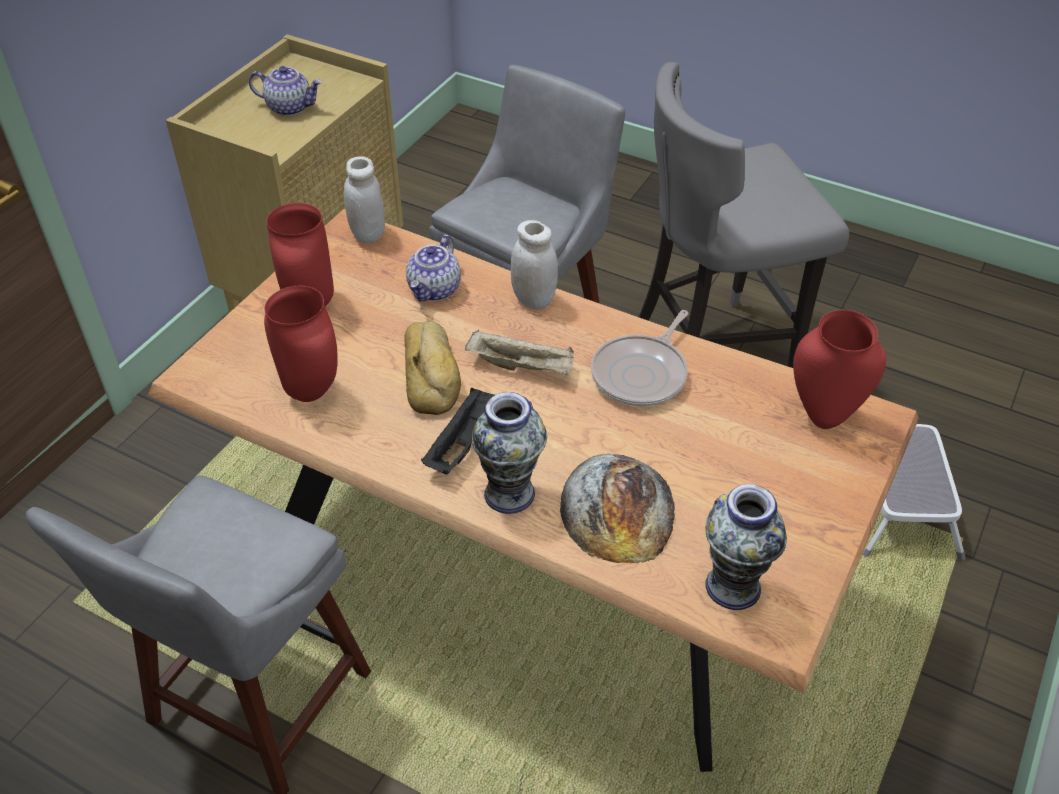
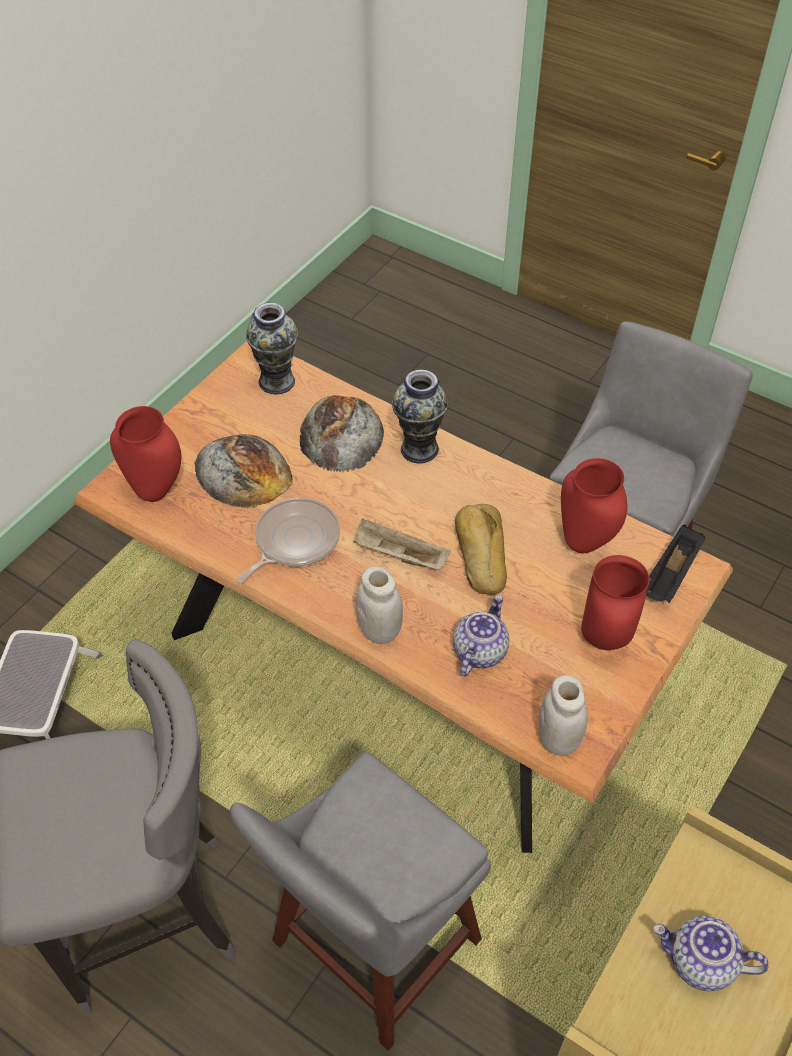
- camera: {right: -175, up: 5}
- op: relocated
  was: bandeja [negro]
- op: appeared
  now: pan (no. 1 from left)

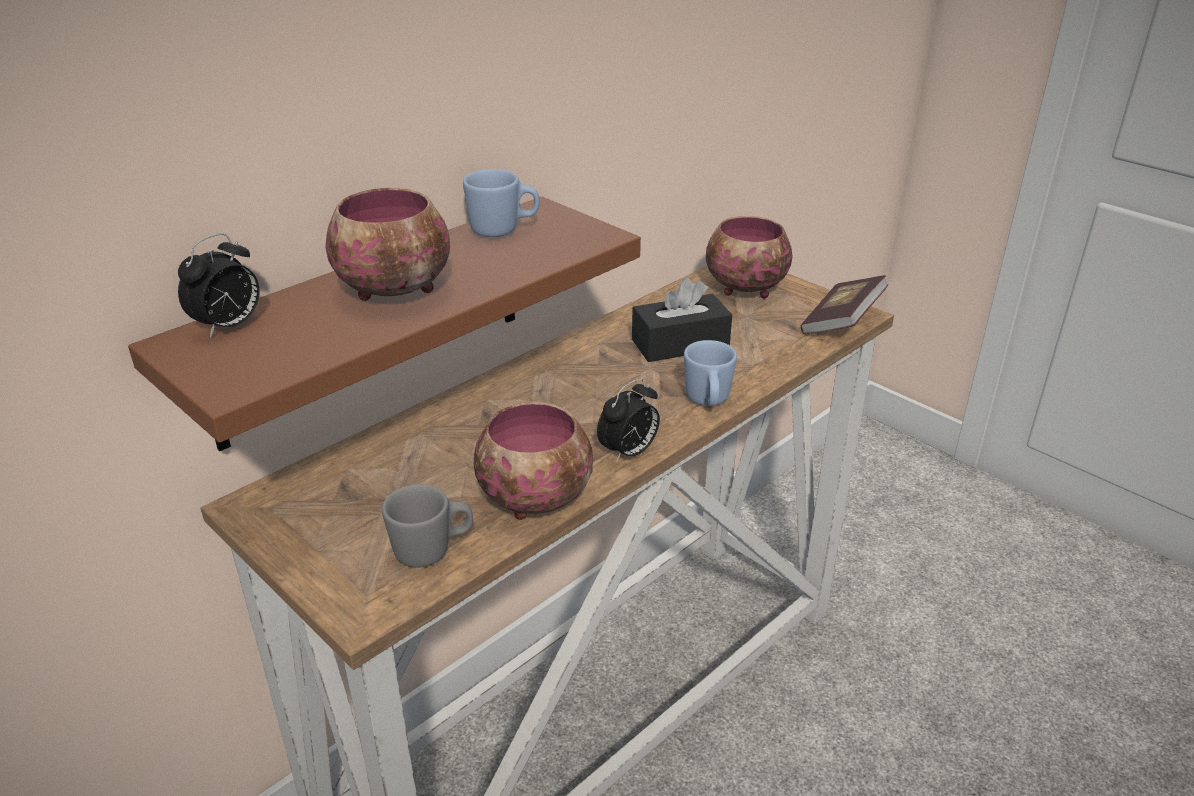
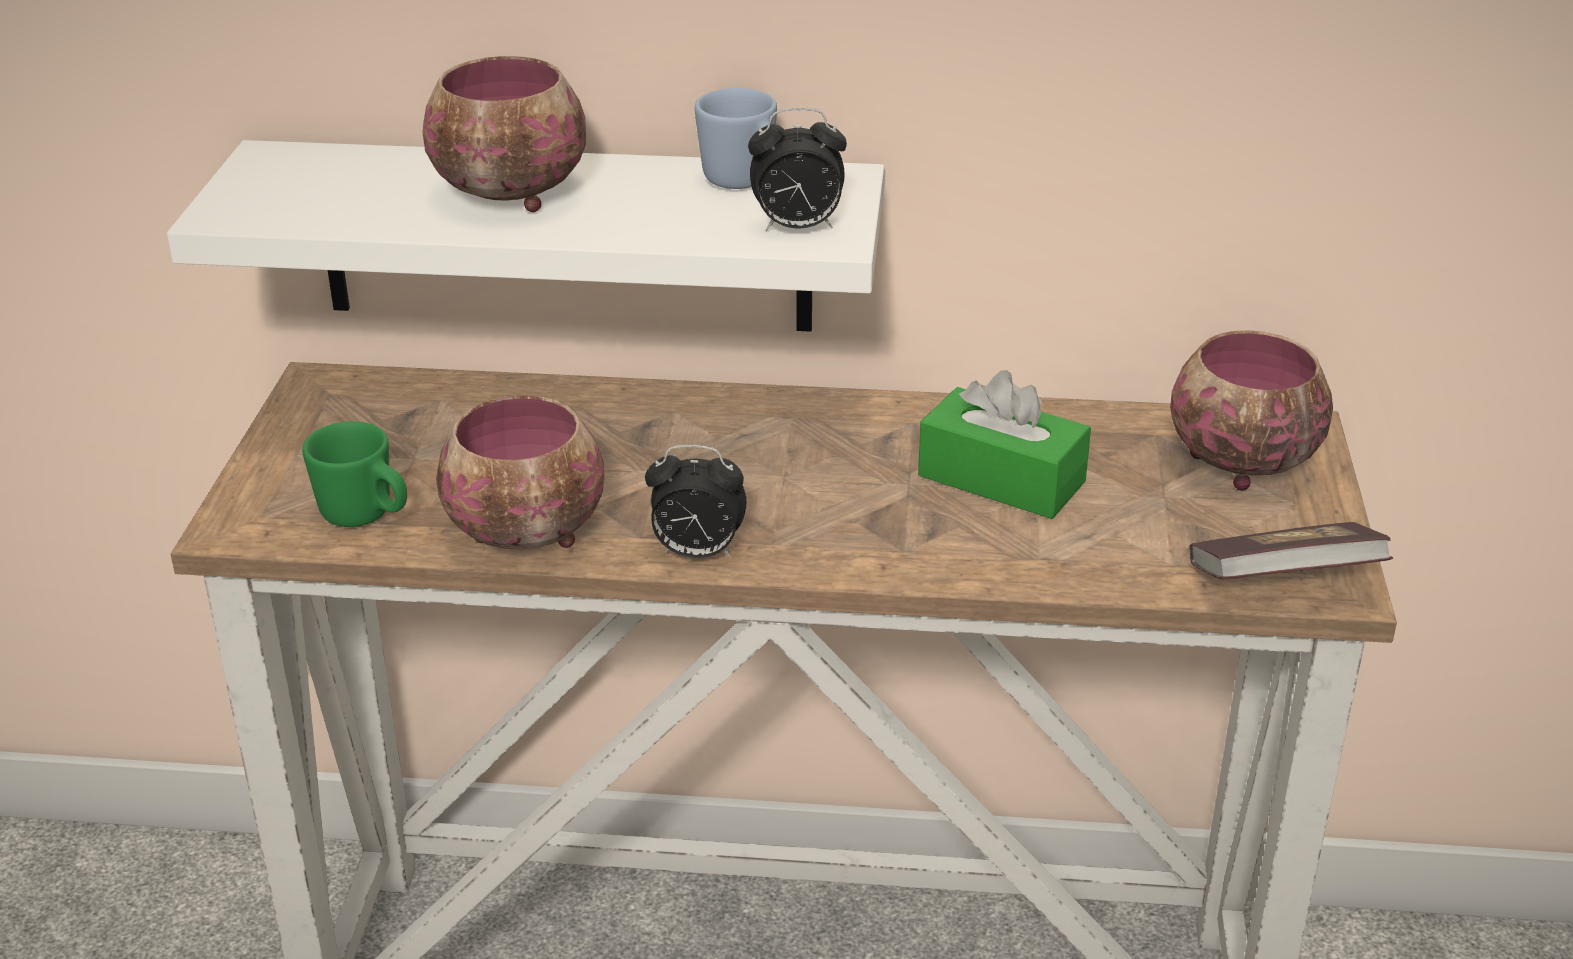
- camera: {right: 50, up: 0}
- op: colour
  was: estante [marrón]
  now: estante [blanco]
- op: relocated
  was: despertador (no. 1 from left in the first image)
  now: despertador (no. 2 from left)
- op: colour
  was: taza grande [gris]
  now: taza grande [verde]
- op: colour
  was: caja de pañuelos [negro]
  now: caja de pañuelos [verde]
- op: missing
  was: taza grande [azul] (no. 2 from left)

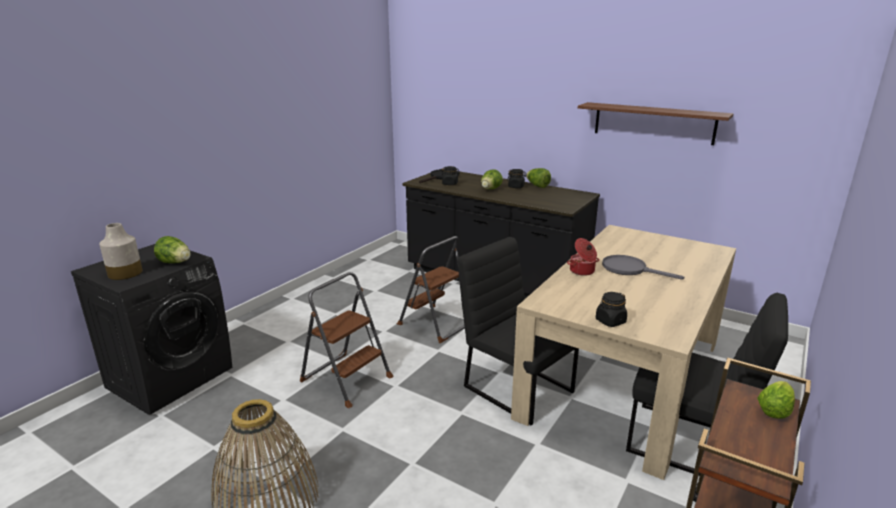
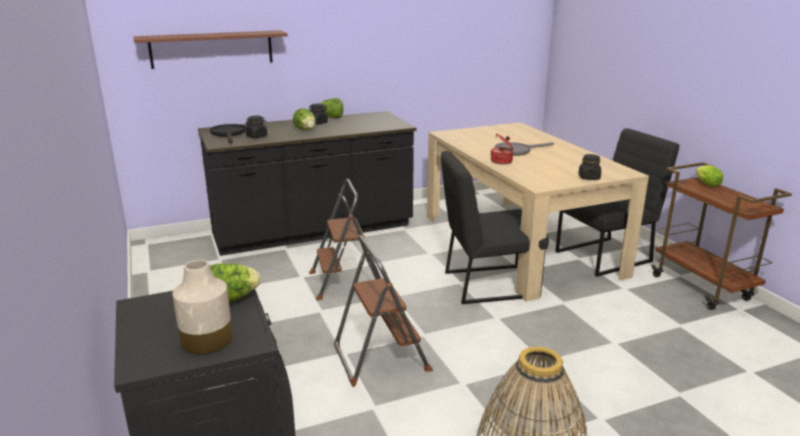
- camera: {right: -55, up: 0}
- op: relocated
  was: estante [marrón]

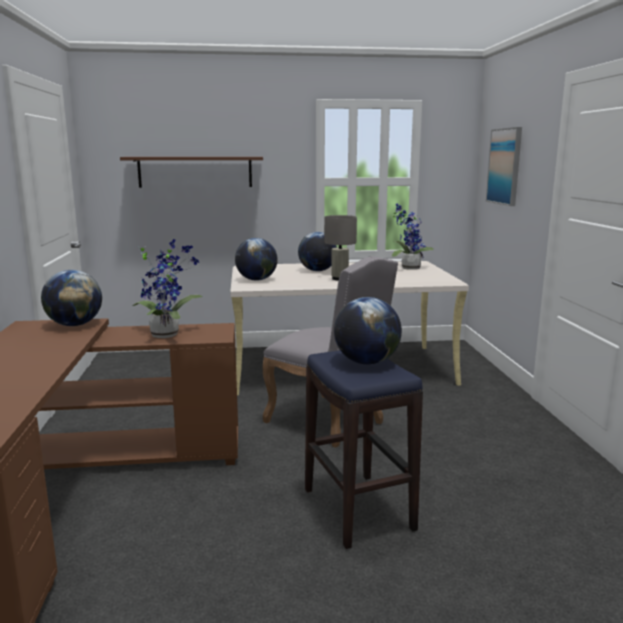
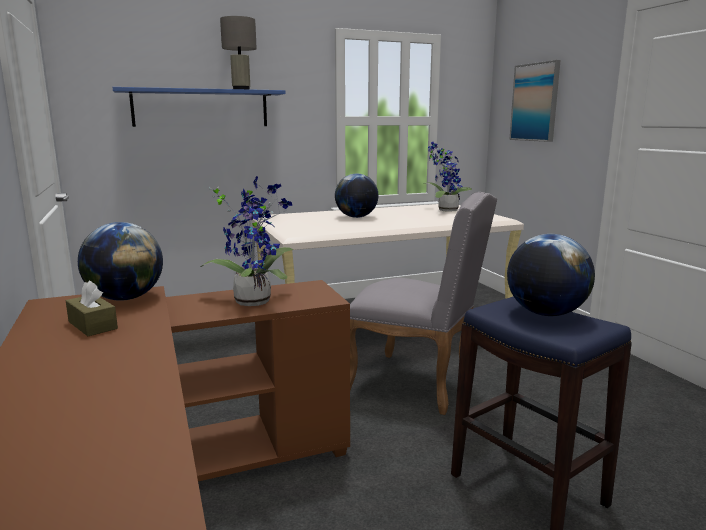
- camera: {right: -15, up: 0}
- op: colour
  was: estante [marrón]
  now: estante [azul]
- op: missing
  was: globo terráqueo (no. 2 from left)
- op: relocated
  was: lámpara de mesa [gris]
- op: appeared
  now: caja de pañuelos [marrón]

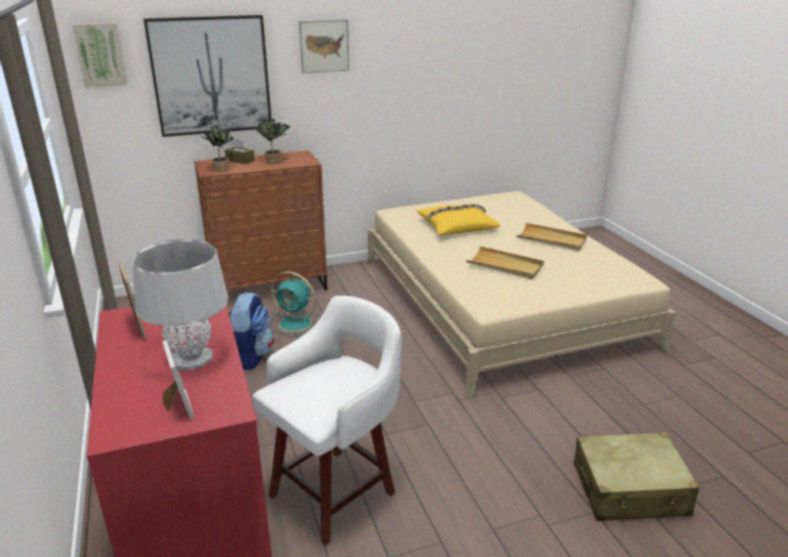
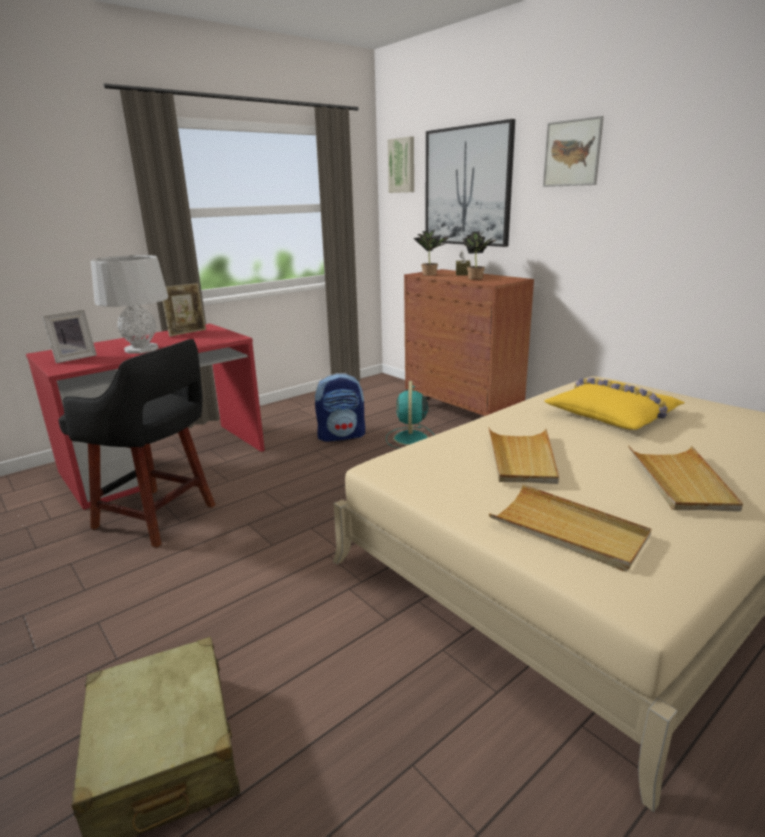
- camera: {right: 70, up: -5}
- op: colour
  was: taburete [blanco]
  now: taburete [negro]
- op: appeared
  now: bandeja [beis] (no. 2 from left)

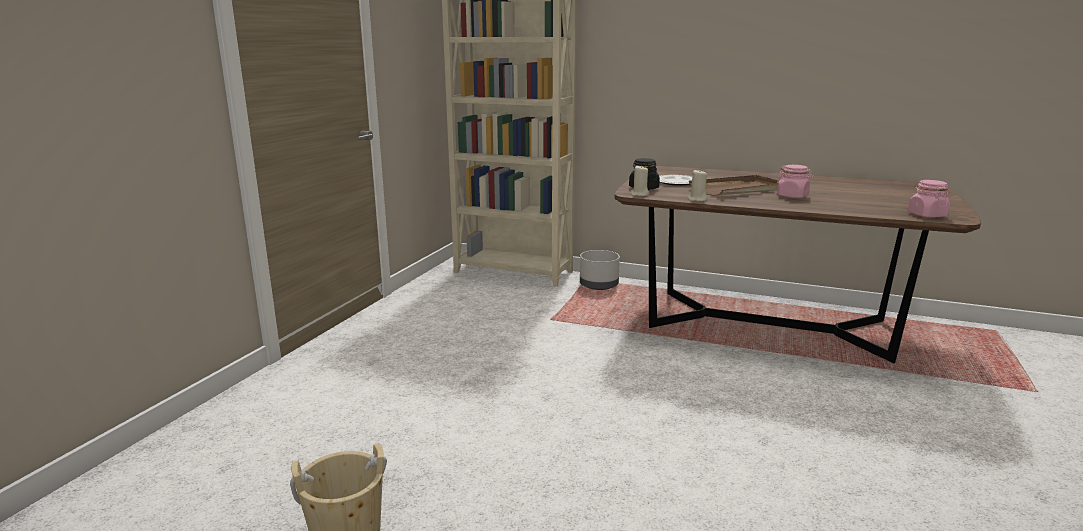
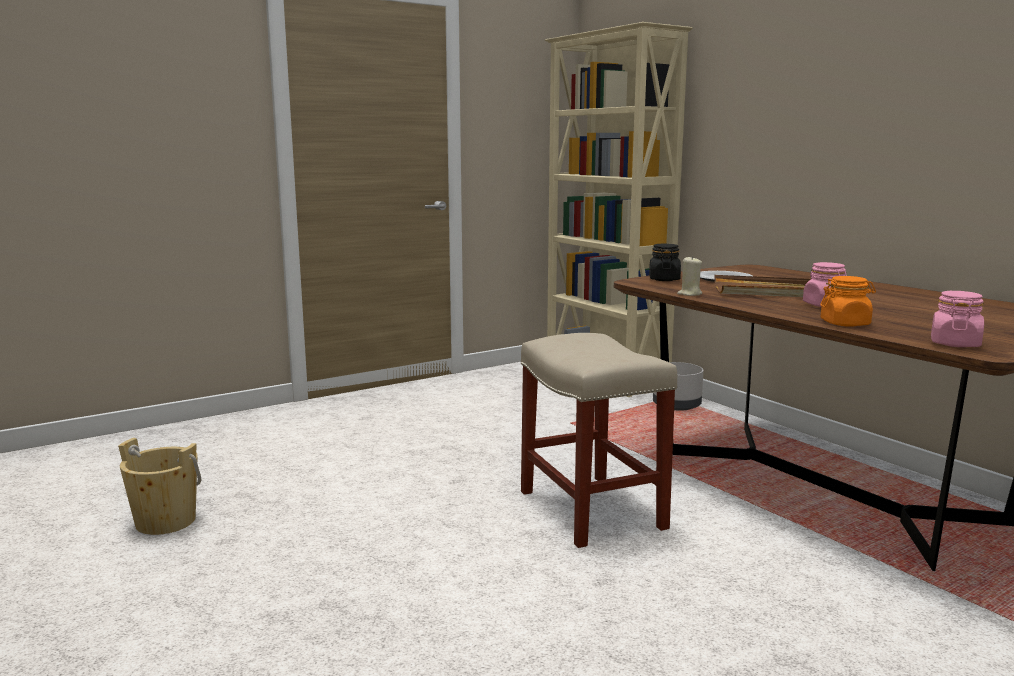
- camera: {right: 35, up: -5}
- op: missing
  was: vela [beis] (no. 1 from left)
- op: appeared
  now: taburete [beis]
- op: appeared
  now: tarro [naranja]

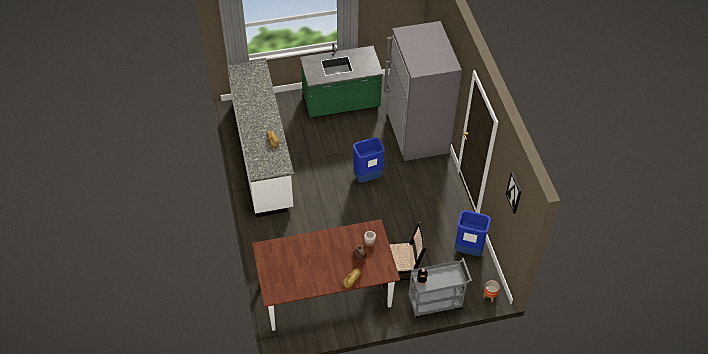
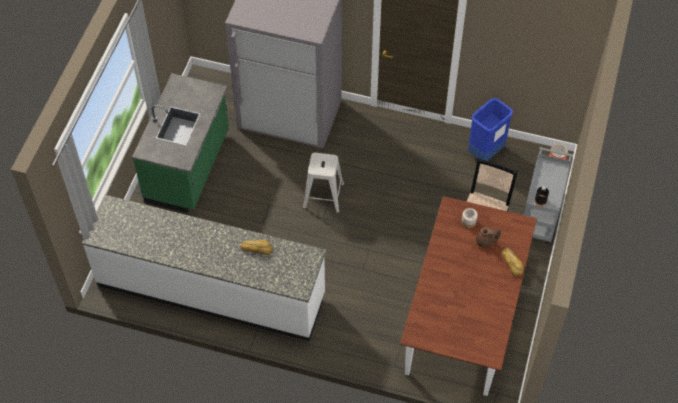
- camera: {right: -60, up: 5}
- op: exchanged
  was: papelera [azul] (no. 1 from left)
  now: taburete [blanco]
- op: missing
  was: cuadro

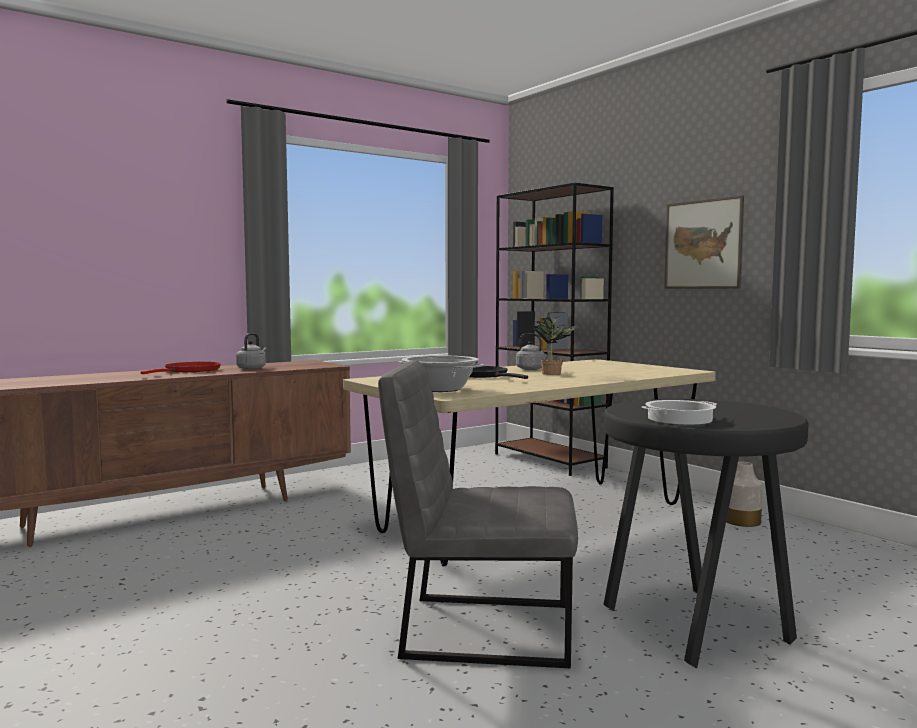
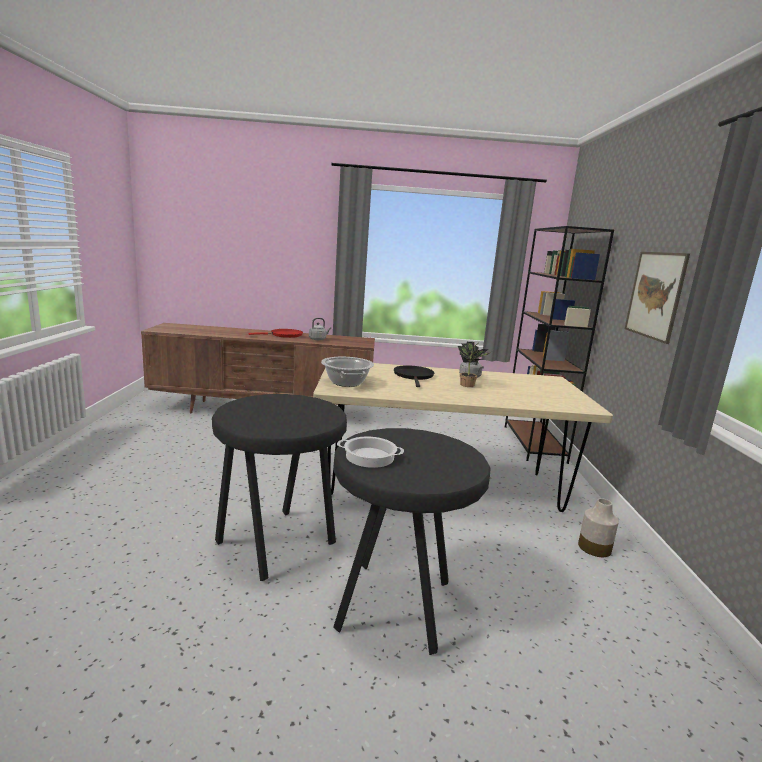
- camera: {right: 35, up: 10}
- op: exchanged
  was: silla [gris]
  now: taburete [negro] (no. 1 from left)

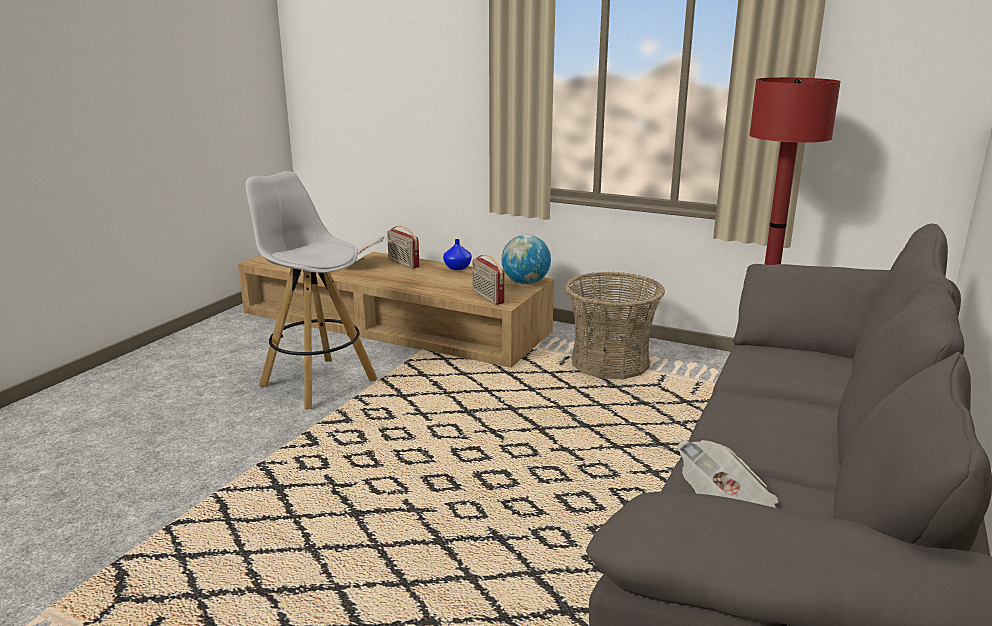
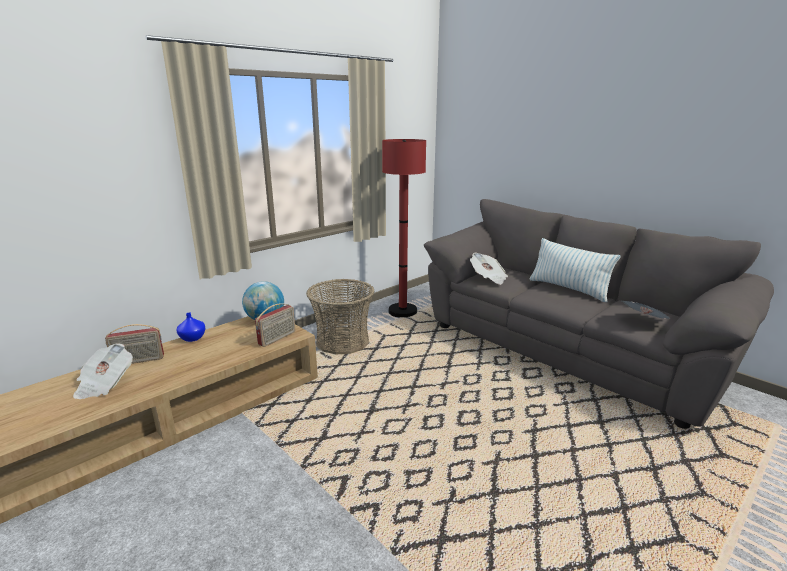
- camera: {right: -70, up: 0}
- op: missing
  was: taburete [blanco]
- op: spun
  was: radio (no. 2 from left)
  clockwise: -45
- op: appeared
  now: periódico (no. 2 from left)
- op: appeared
  now: cojín

